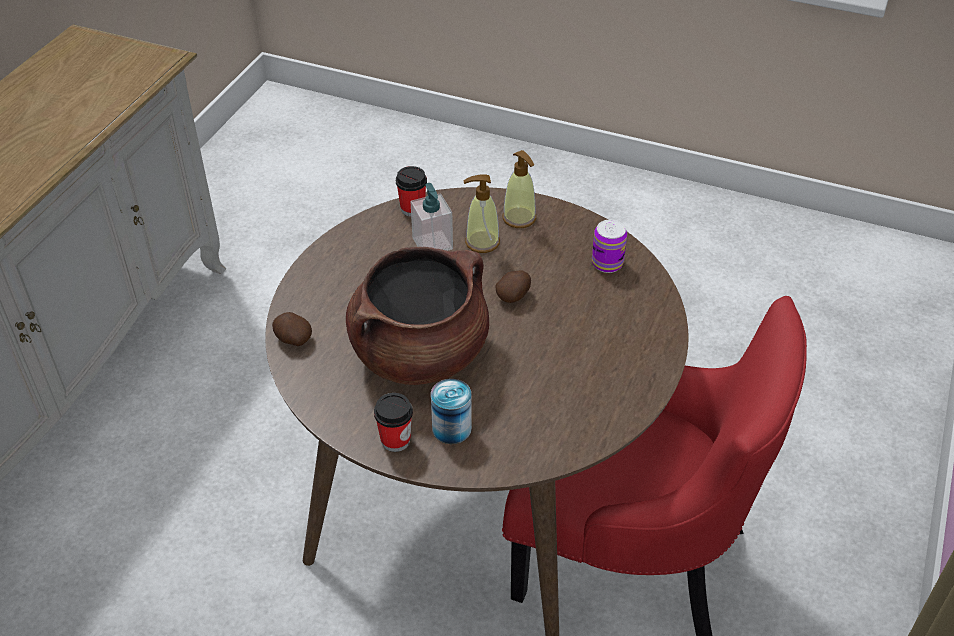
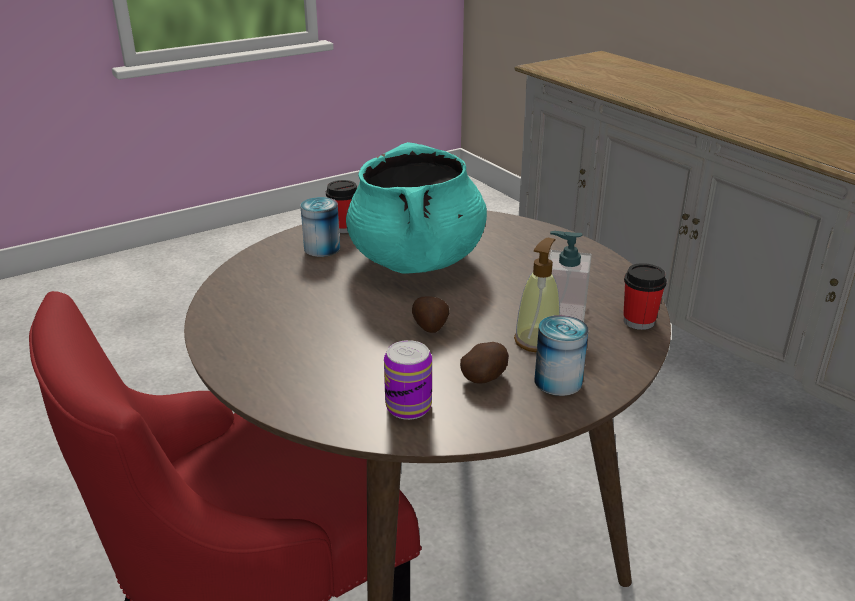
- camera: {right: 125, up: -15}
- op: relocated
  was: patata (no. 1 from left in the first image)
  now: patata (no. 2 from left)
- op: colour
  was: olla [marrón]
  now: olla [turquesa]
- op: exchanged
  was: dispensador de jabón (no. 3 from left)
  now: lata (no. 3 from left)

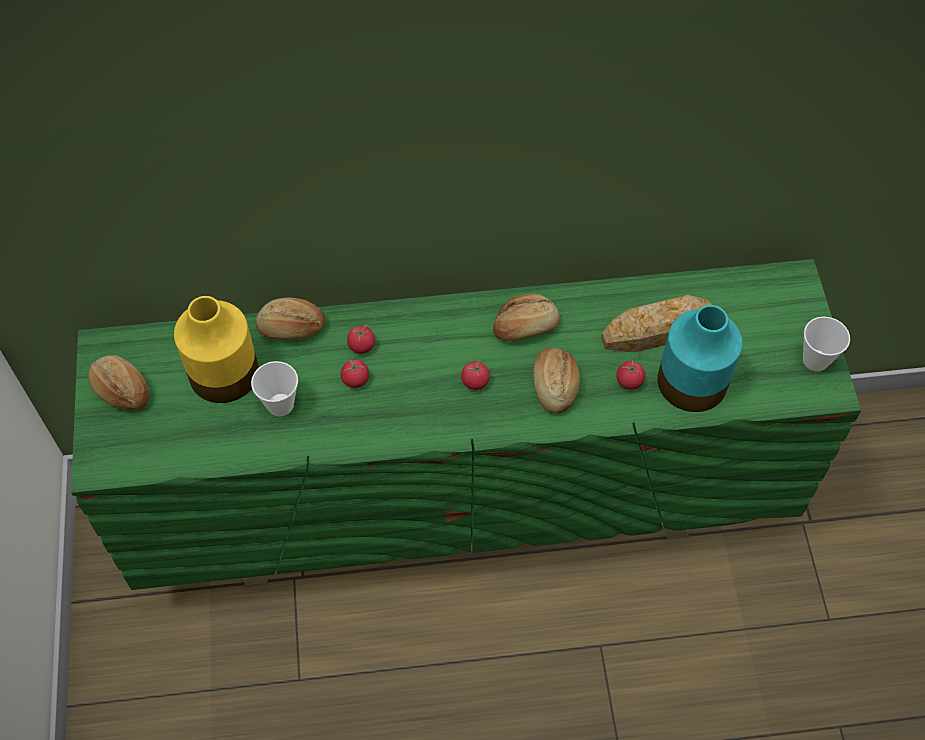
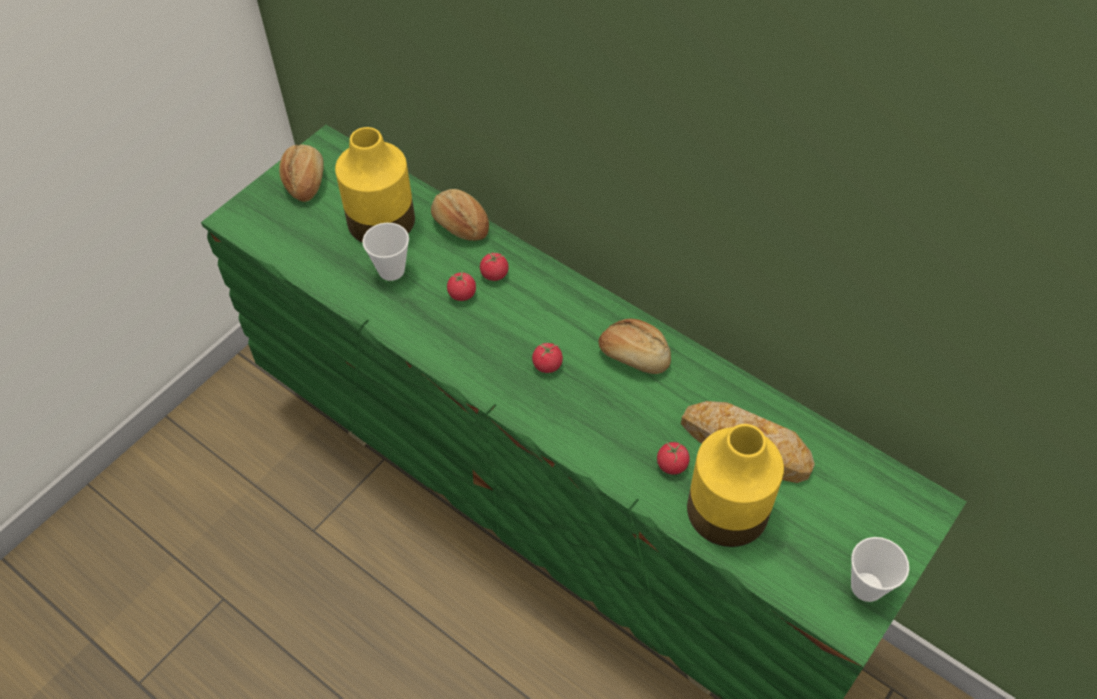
- camera: {right: 45, up: -5}
- op: missing
  was: pan (no. 4 from left)
- op: colour
  was: florero [turquesa]
  now: florero [amarillo] (no. 2 from left)

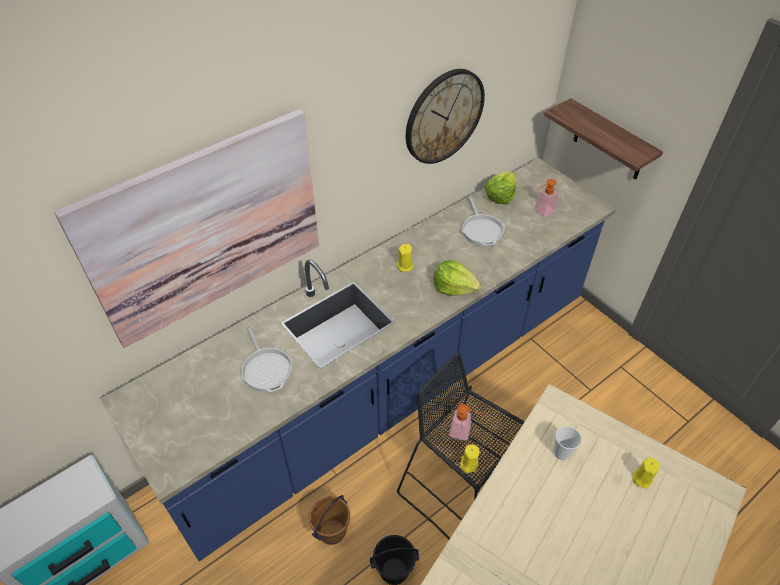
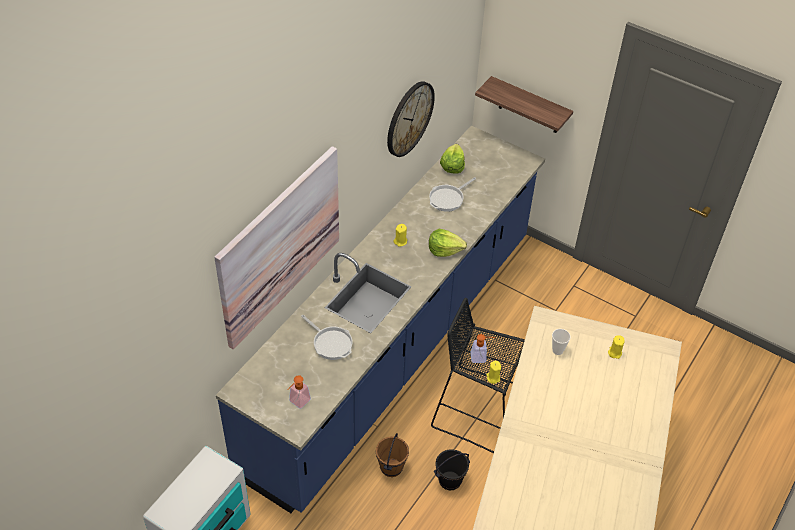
- camera: {right: -20, up: 0}
- op: spun
  was: sartén (no. 2 from left)
  clockwise: 75
- op: relocated
  was: dispensador de jabón (no. 2 from left in the first image)
  now: dispensador de jabón (no. 1 from left)

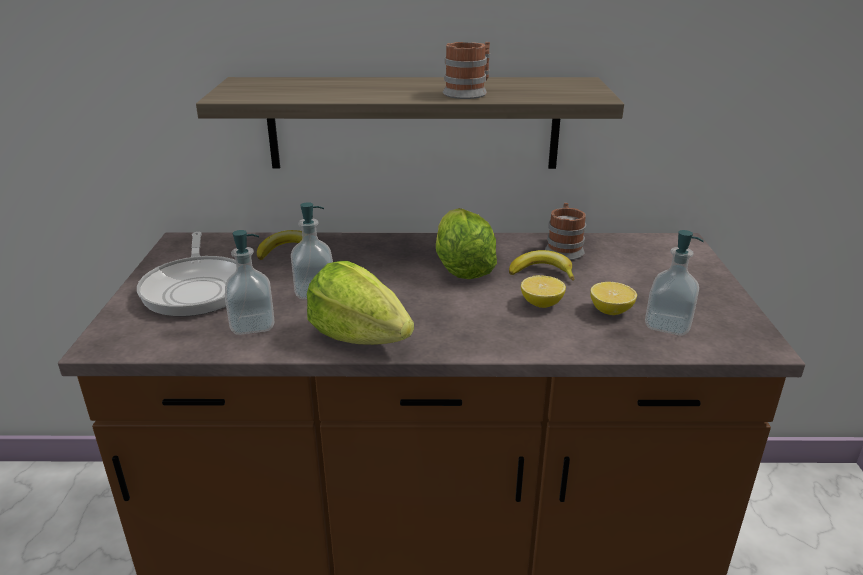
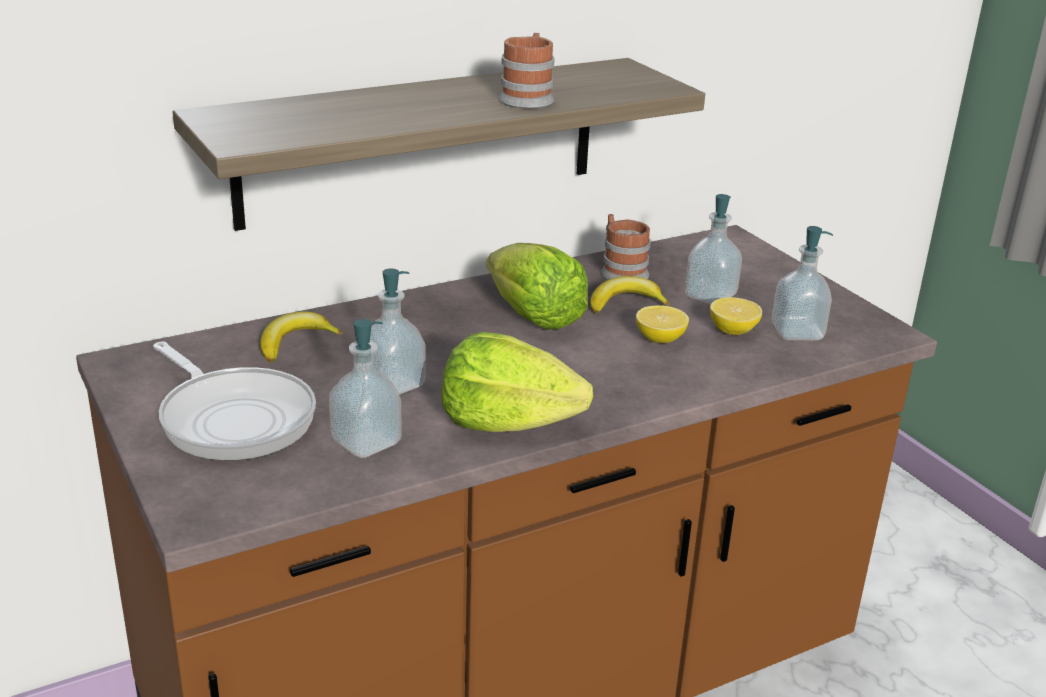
- camera: {right: -30, up: 0}
- op: appeared
  now: dispensador de jabón (no. 3 from left)

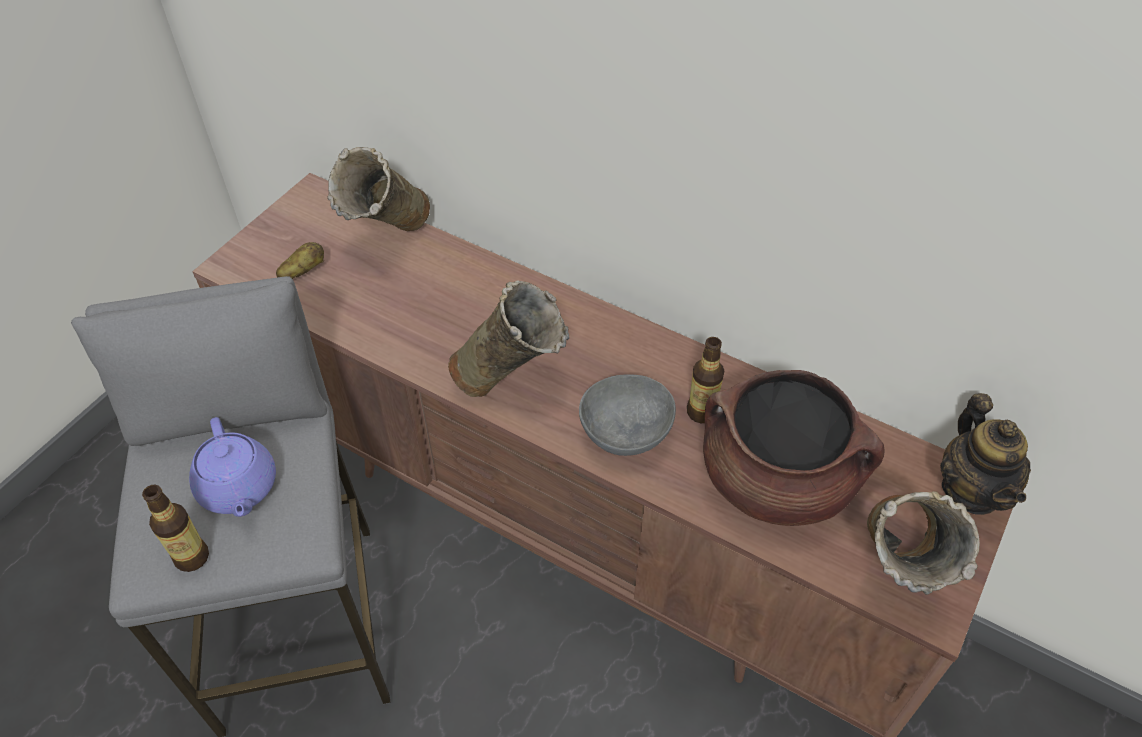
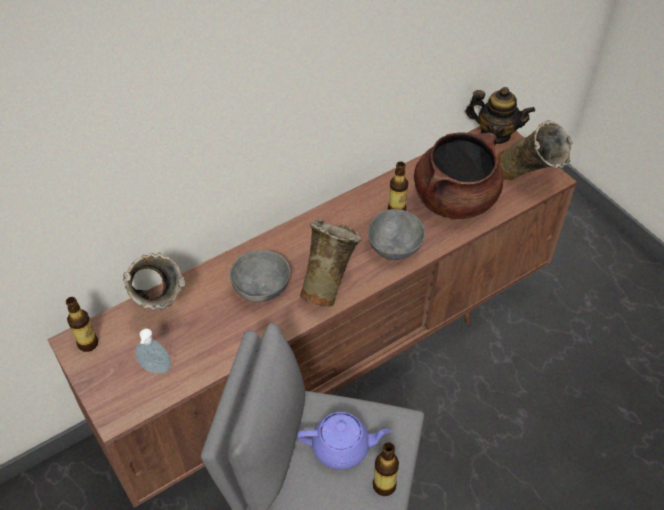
- camera: {right: -65, up: 0}
- op: exchanged
  was: patata
  now: dispensador de jabón
- op: appeared
  now: botella (no. 1 from left)
- op: appeared
  now: cuenco [gris] (no. 1 from left)

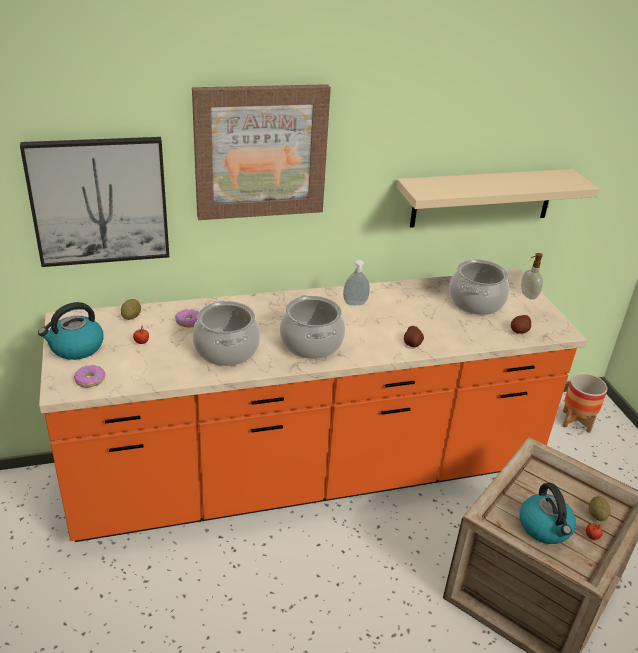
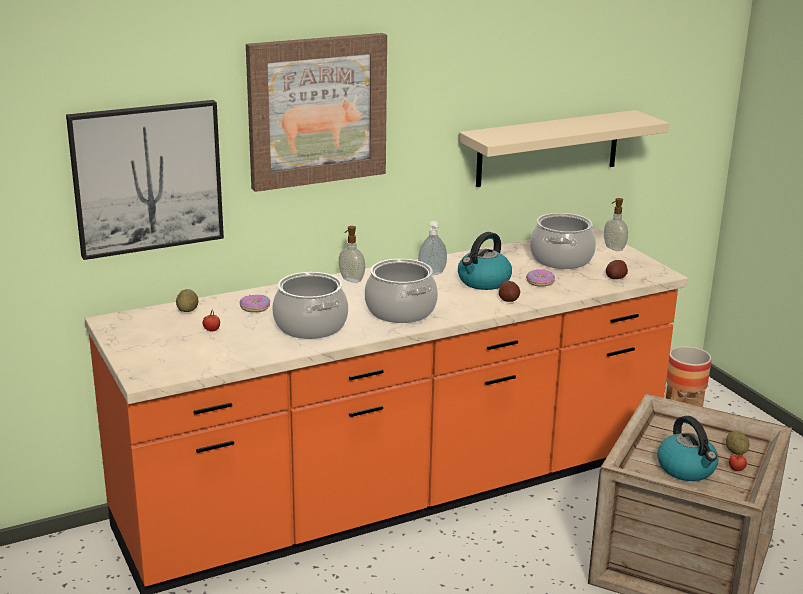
- camera: {right: -10, up: -10}
- op: relocated
  was: hervidor (no. 1 from left)
- op: relocated
  was: rosquilla (no. 1 from left in the first image)
  now: rosquilla (no. 2 from left)
- op: appeared
  now: dispensador de jabón (no. 1 from left)

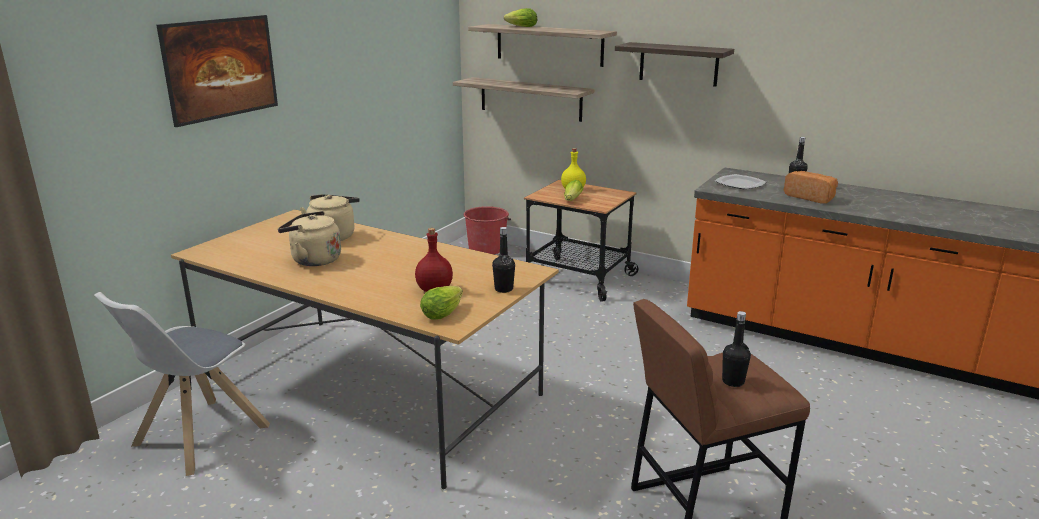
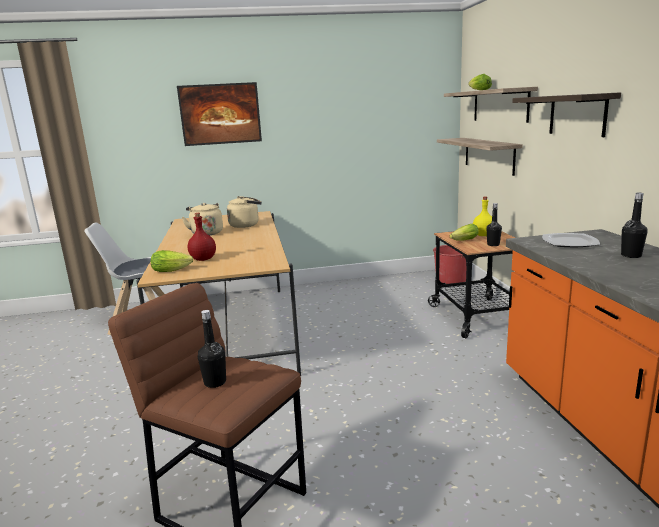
- camera: {right: 50, up: -5}
- op: relocated
  was: botella [negro] (no. 1 from left in the first image)
  now: botella [negro] (no. 2 from left)
- op: missing
  was: pan

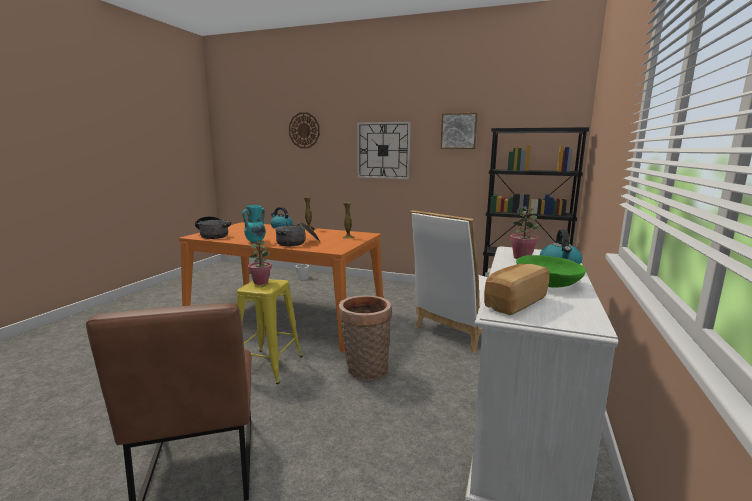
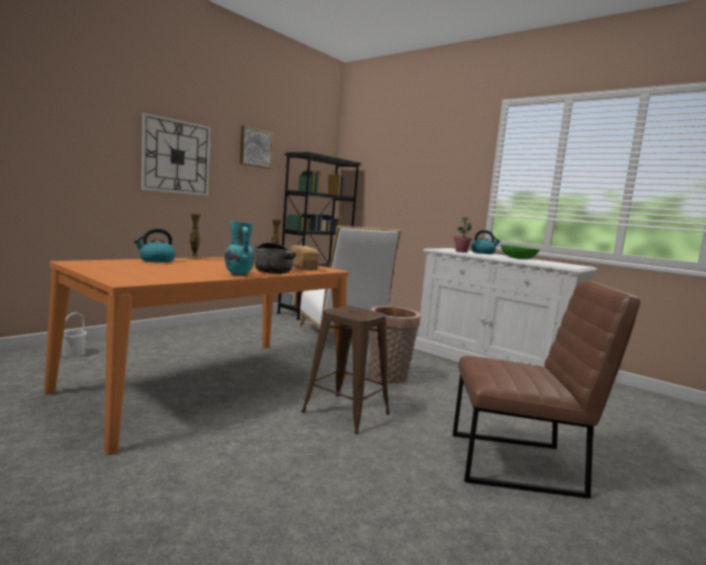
- camera: {right: -70, up: -5}
- op: missing
  was: olla (no. 1 from left)
- op: colour
  was: taburete [amarillo]
  now: taburete [marrón]
- op: missing
  was: planta en maceta (no. 1 from left)
- op: missing
  was: reloj de pared (no. 1 from left)
- op: relocated
  was: pan

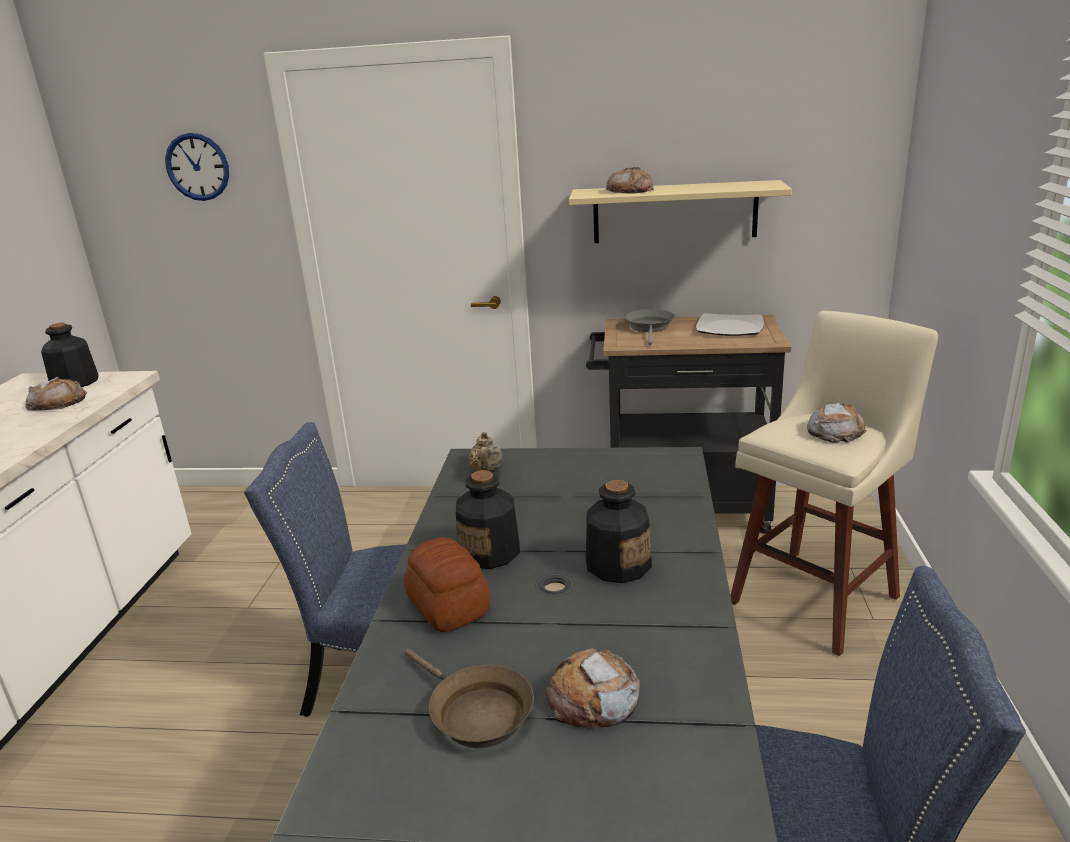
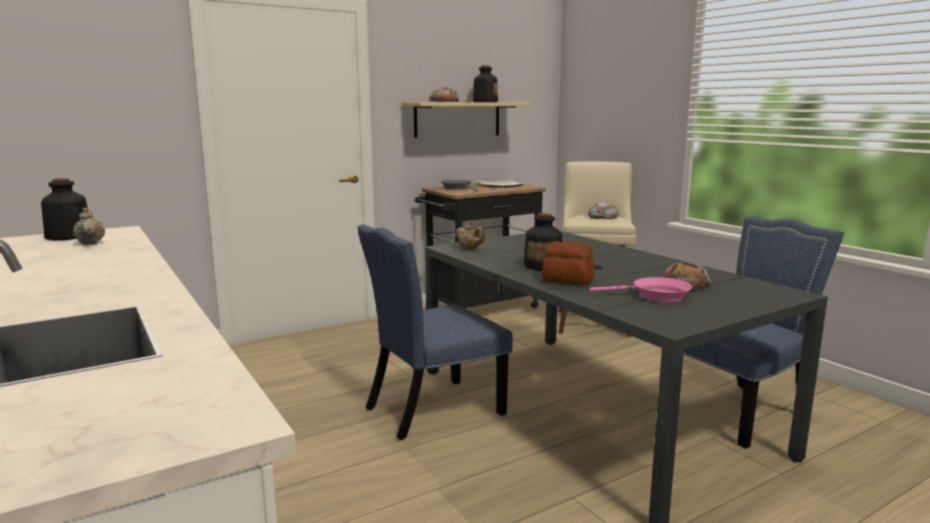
- camera: {right: -40, up: -10}
- op: exchanged
  was: pan (no. 1 from left)
  now: tetera [beis] (no. 1 from left)
- op: missing
  was: reloj de pared
- op: colour
  was: sartén [marrón]
  now: sartén [rosa]
- op: relocated
  was: botella (no. 3 from left in the first image)
  now: botella (no. 2 from left)

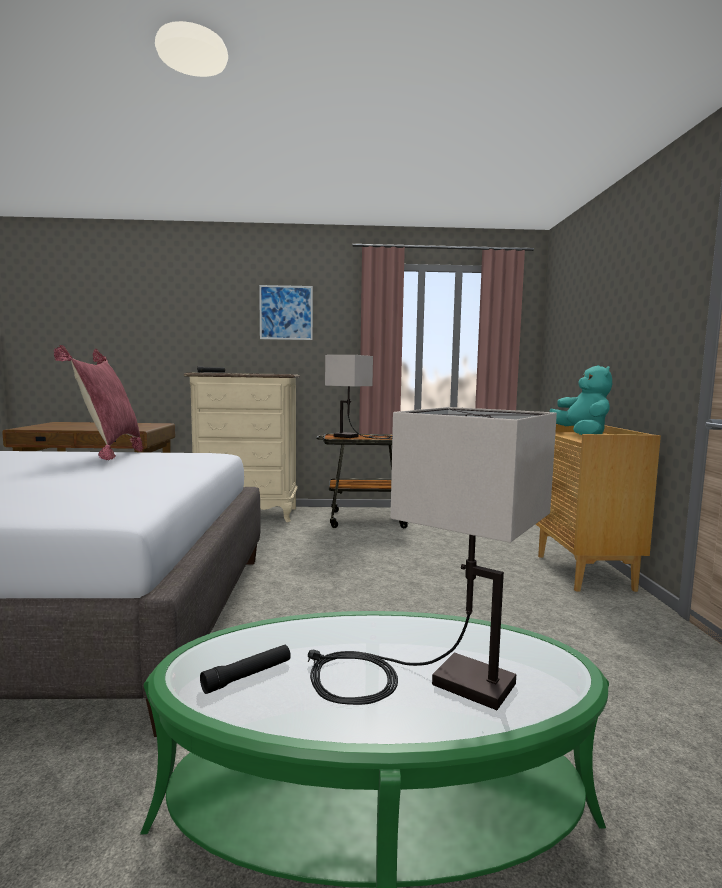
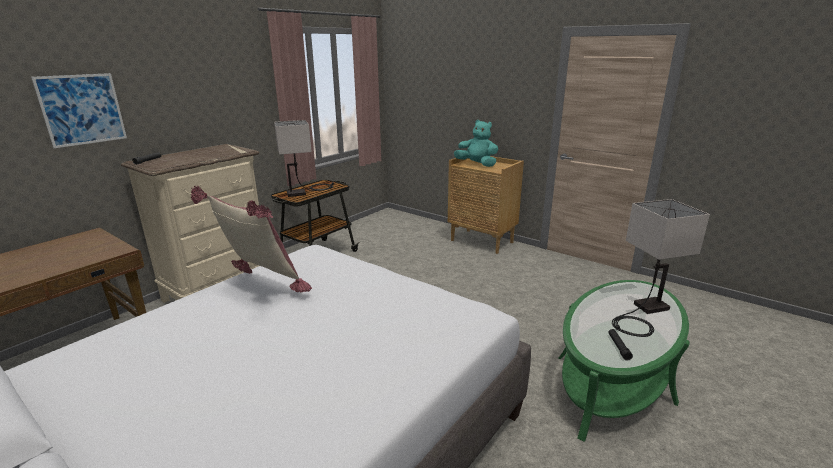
- camera: {right: -50, up: 15}
- op: relocated
  was: cuadro

